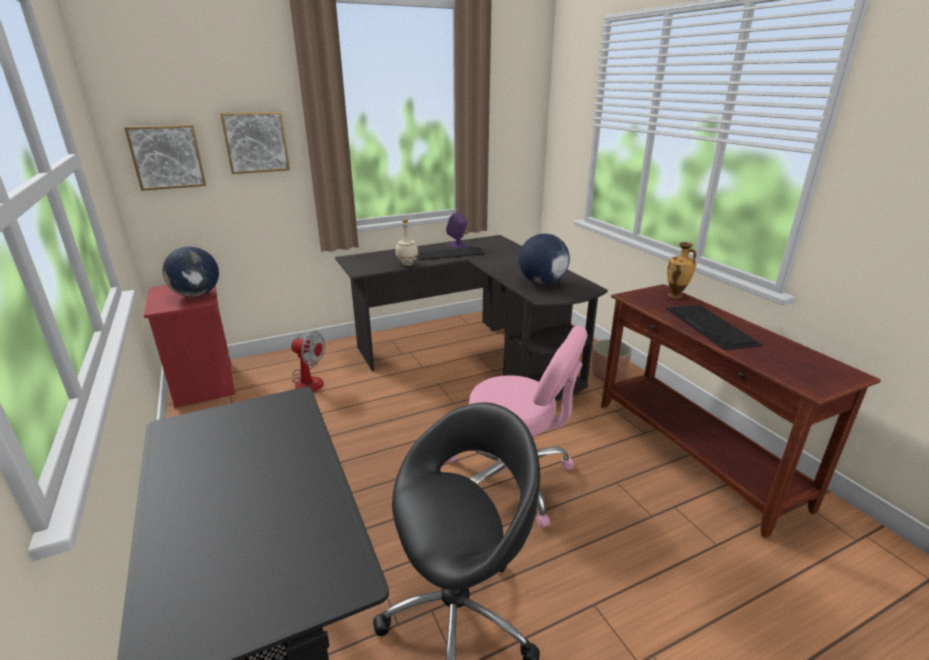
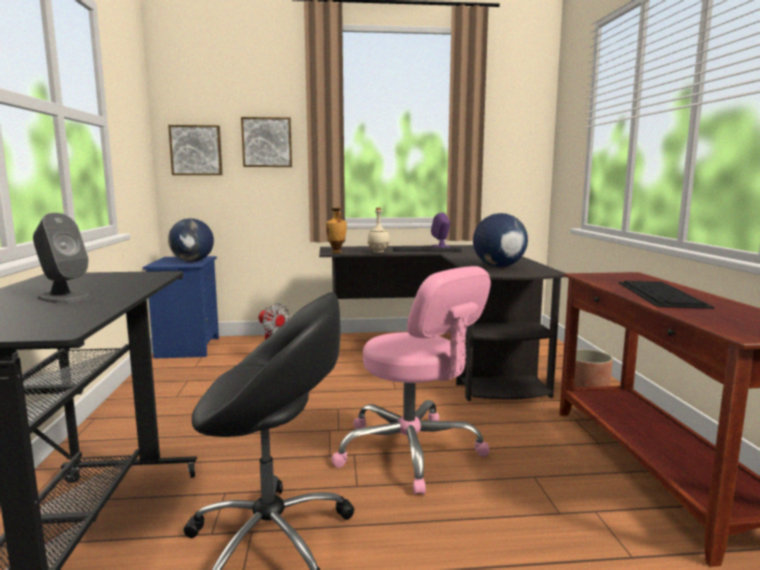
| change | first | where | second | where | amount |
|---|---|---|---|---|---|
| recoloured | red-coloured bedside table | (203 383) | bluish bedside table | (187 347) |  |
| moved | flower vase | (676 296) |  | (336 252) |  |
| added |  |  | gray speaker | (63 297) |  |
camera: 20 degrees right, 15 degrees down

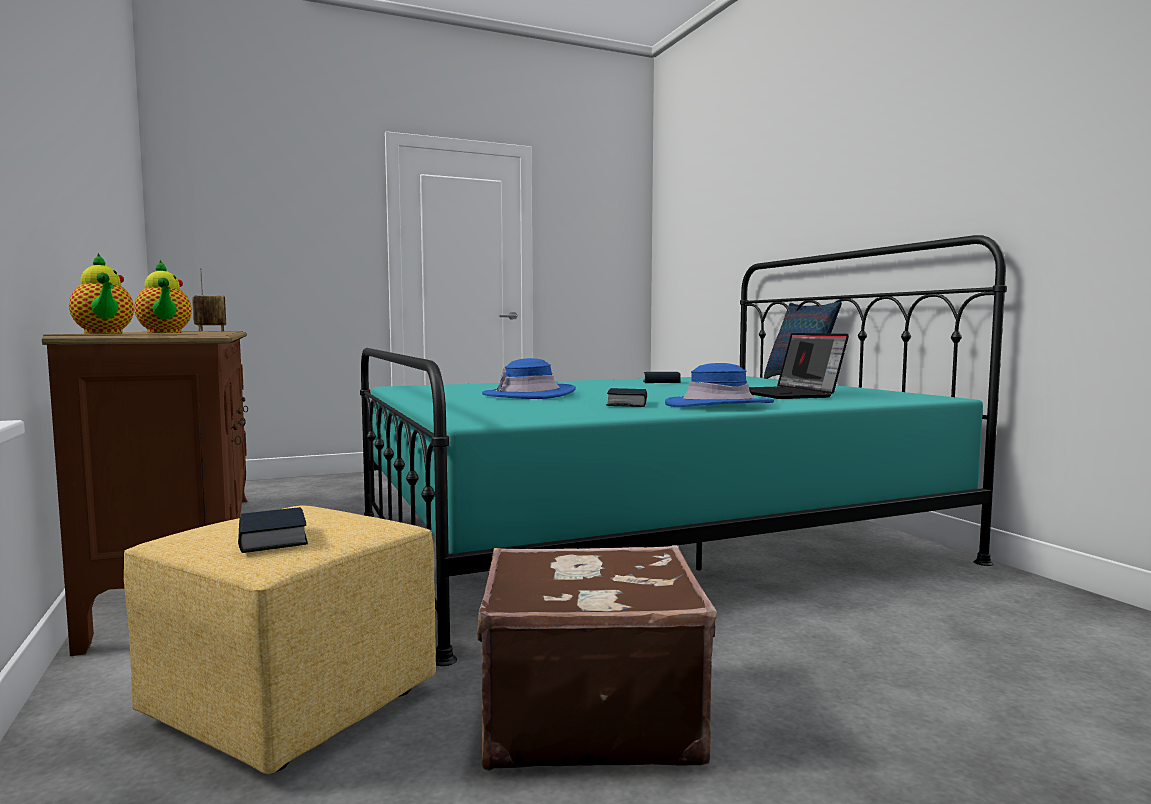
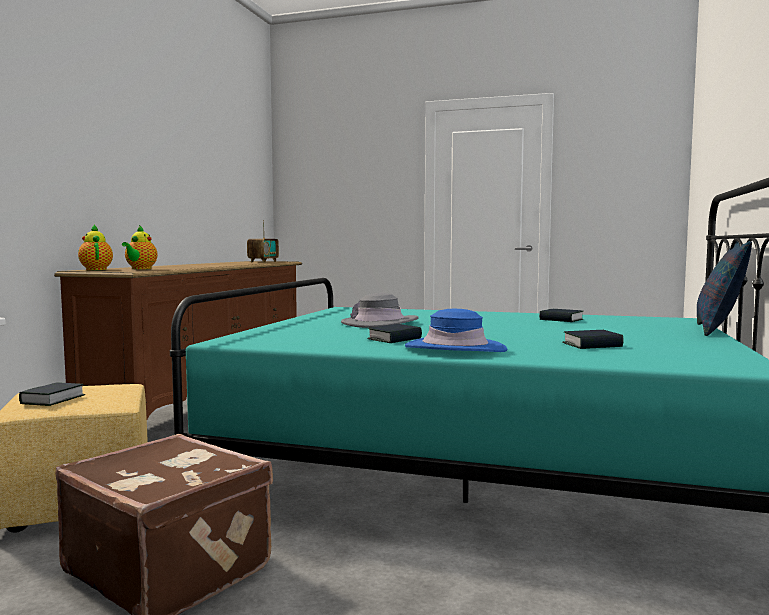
| change | first | where | second | where | amount |
|---|---|---|---|---|---|
| turned | pot for tea | (104 333) |  | (96 269) | 150 degrees clockwise |
| recoloured | bluish wearable hat | (529 395) | gray wearable hat | (379 323) |  |
| replaced | notebook computer | (787 394) | bound book | (592 345) |  |
camera: 40 degrees right, 0 degrees up

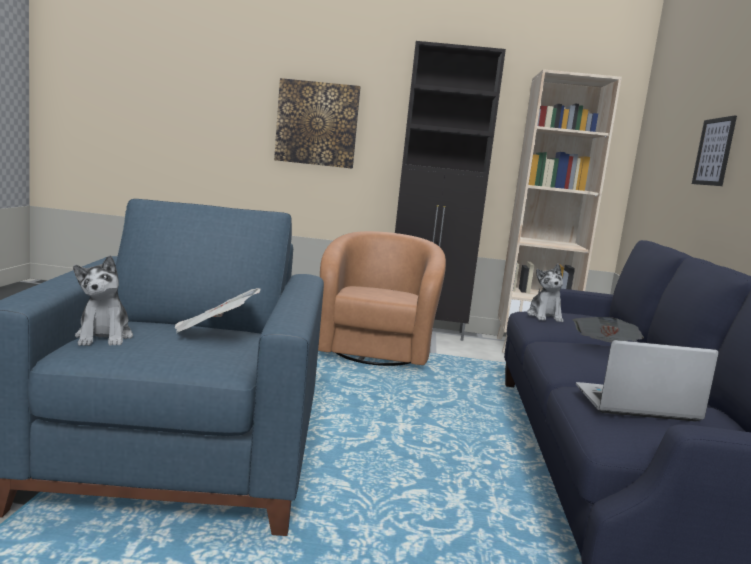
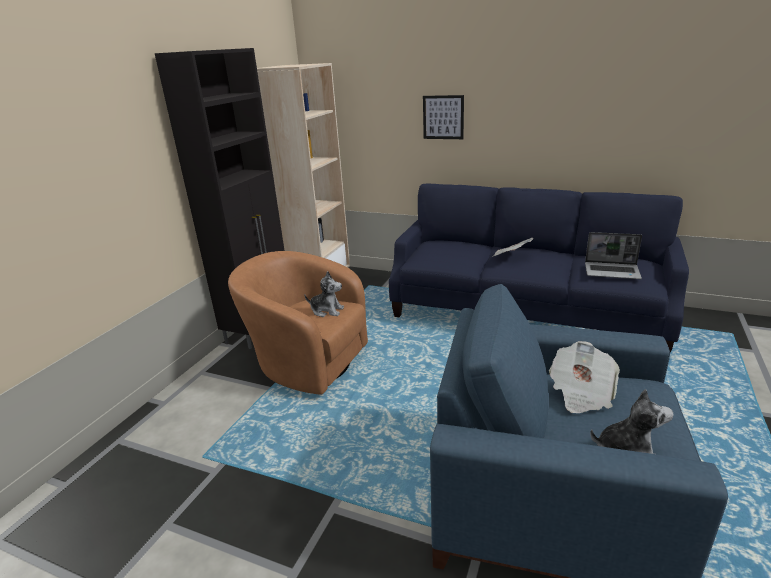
| change | first | where | second | where | amount |
|---|---|---|---|---|---|
| removed | picture | (317 124) |  |  |  |
| moved | soft toy | (545 316) |  | (327 310) |  |
| turned | notebook computer | (635 405) |  | (612 271) | 90 degrees counterclockwise |
camera: 70 degrees left, 15 degrees up

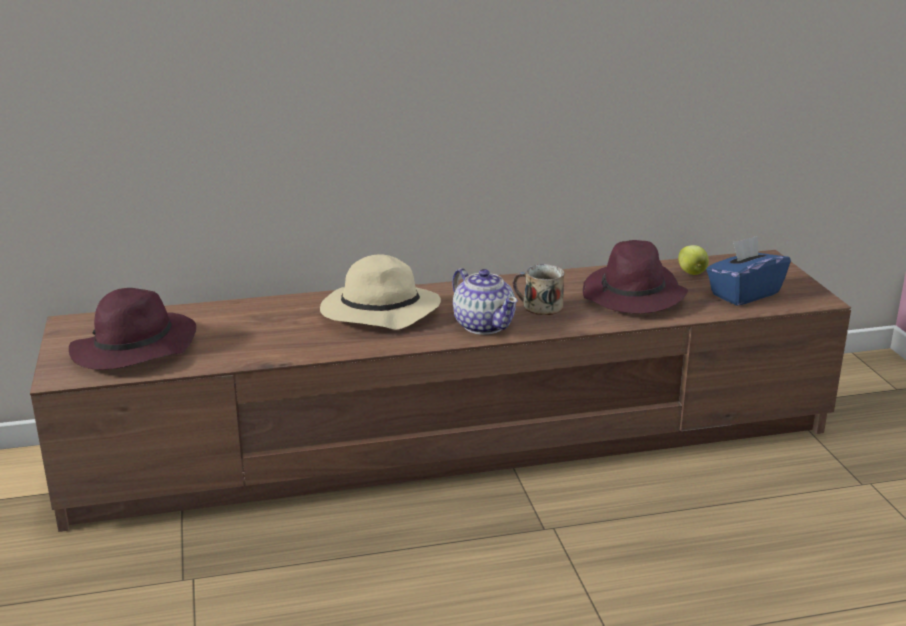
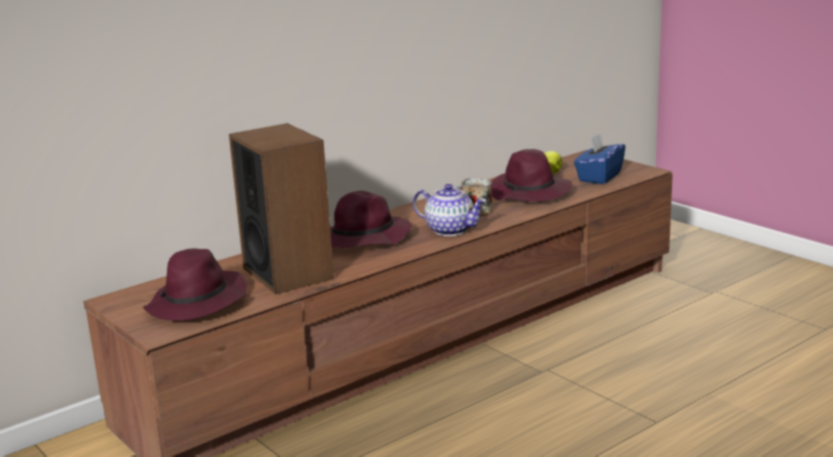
| change | first | where | second | where | amount |
|---|---|---|---|---|---|
| recoloured | sand-coloured wearable hat | (378 313) | purple-coloured wearable hat | (362 239) |  |
| added |  |  | speaker | (288 273) |  |
camera: 25 degrees left, 5 degrees down

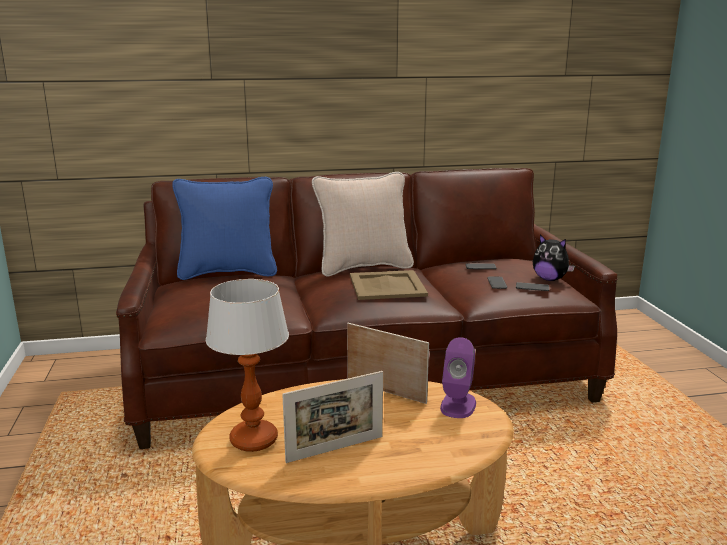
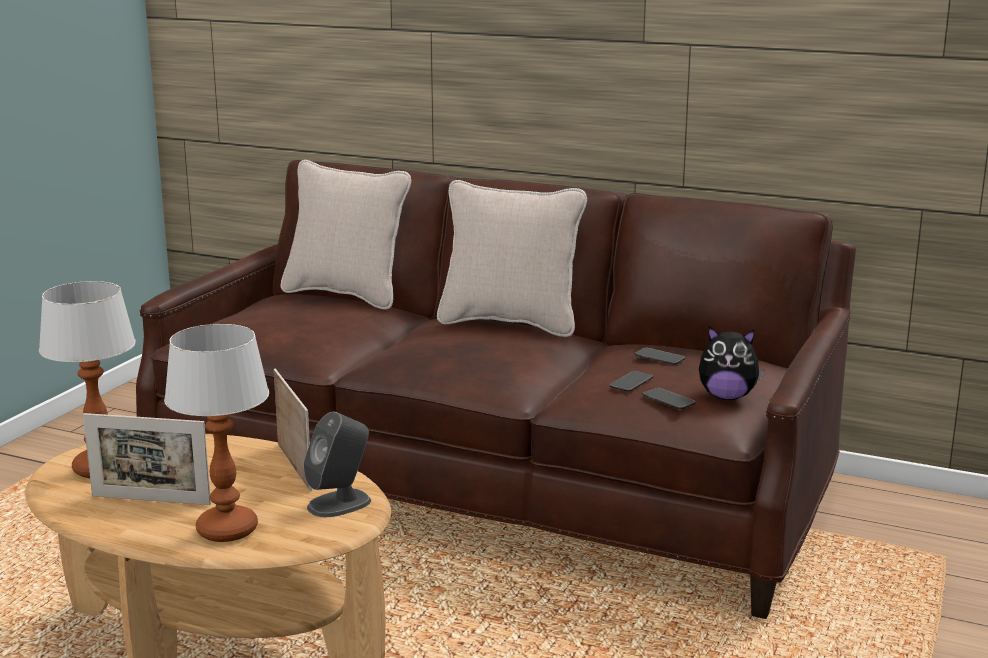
| change | first | where | second | where | amount |
|---|---|---|---|---|---|
| recoloured | bluish cushion | (228 272) | sand-coloured cushion | (346 295) |  |
| removed | sand-coloured serving tray | (388 286) |  |  |  |
| recoloured | purple-coloured speaker | (458 405) | gray speaker | (340 503) |  |
| turned | soft toy | (550 279) |  | (727 397) | 60 degrees counterclockwise |
| added |  |  | lamp for a table | (228 530) |  |
camera: 35 degrees right, 0 degrees up

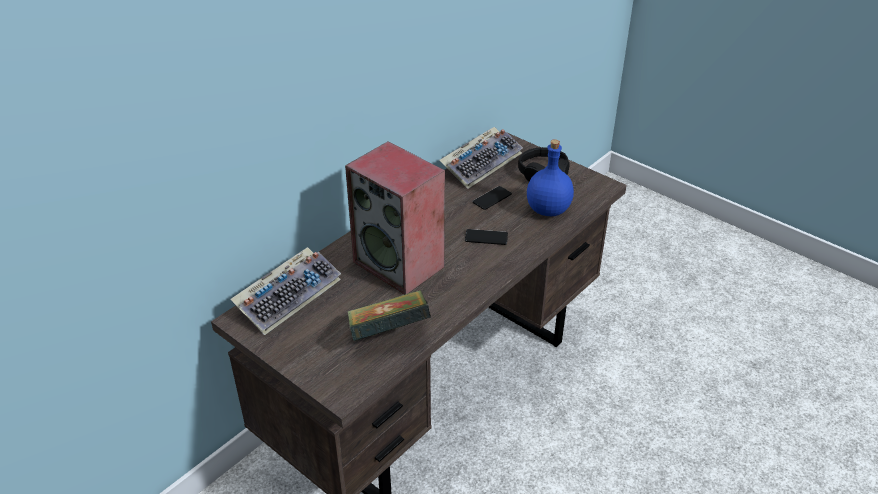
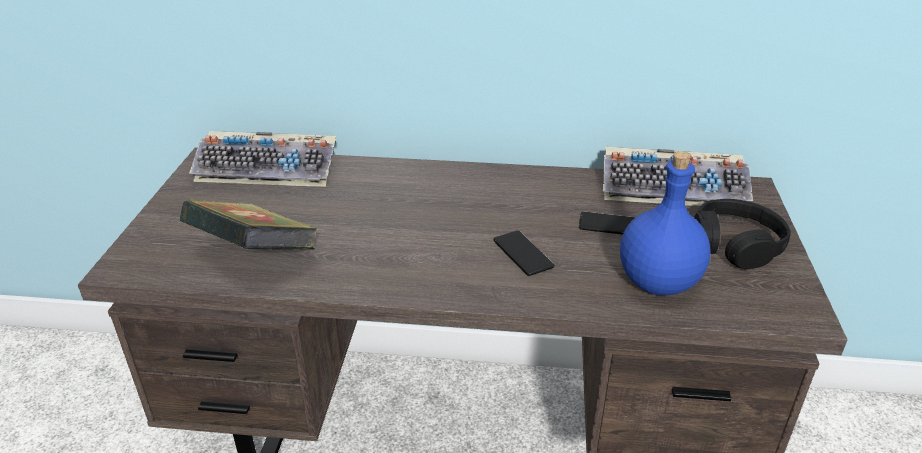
| change | first | where | second | where | amount |
|---|---|---|---|---|---|
| removed | speaker | (400 264) |  |  |  |
camera: 55 degrees right, 5 degrees down

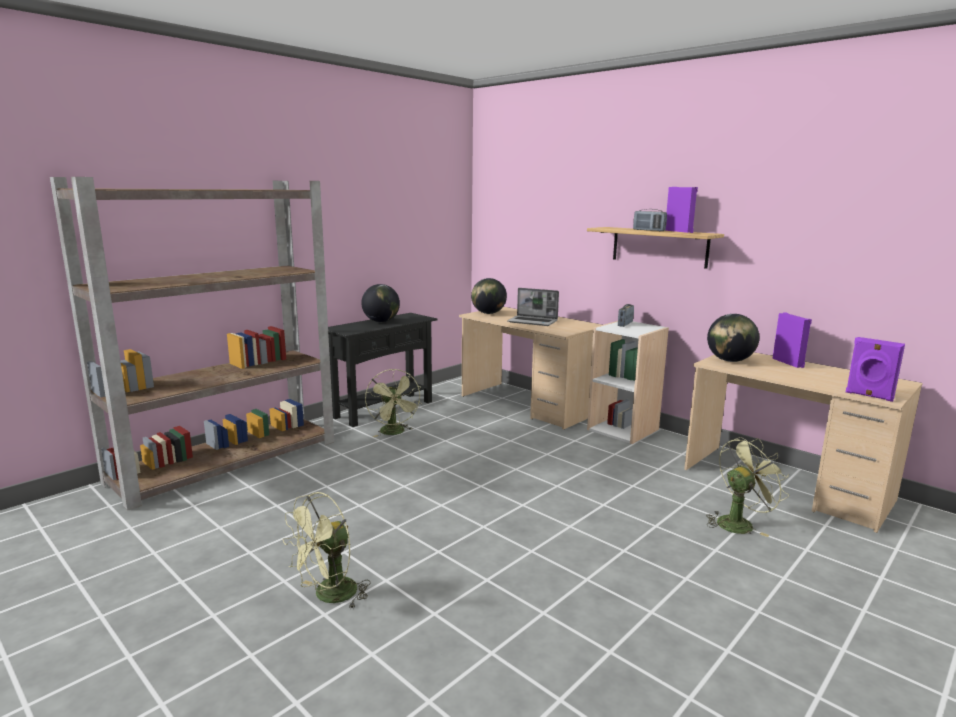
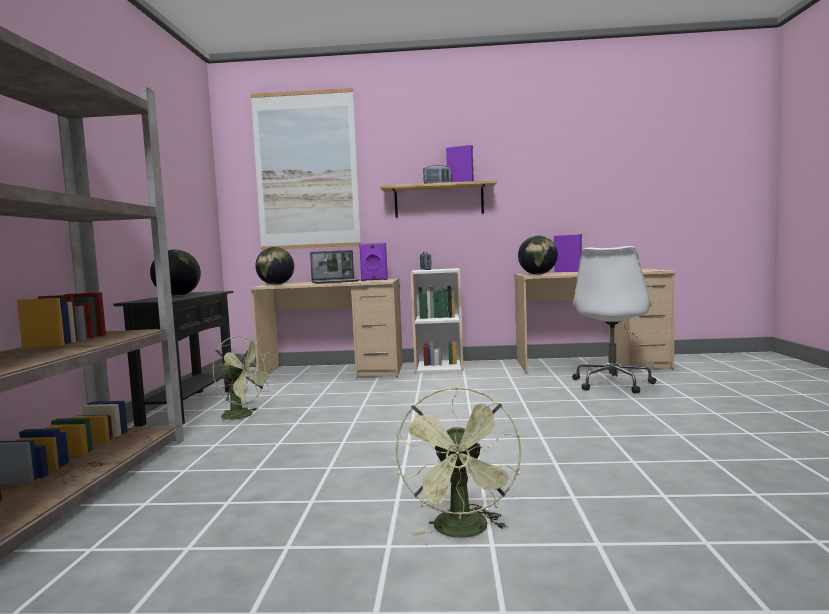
| change | first | where | second | where | amount |
|---|---|---|---|---|---|
| replaced | green-coloured fan | (739 523) | white computer chair | (612 384) |  |
| moved | purple-coloured speaker | (869 396) |  | (374 280) |  |
| added |  |  | picture | (306 170) |  |
camera: 40 degrees left, 10 degrees down

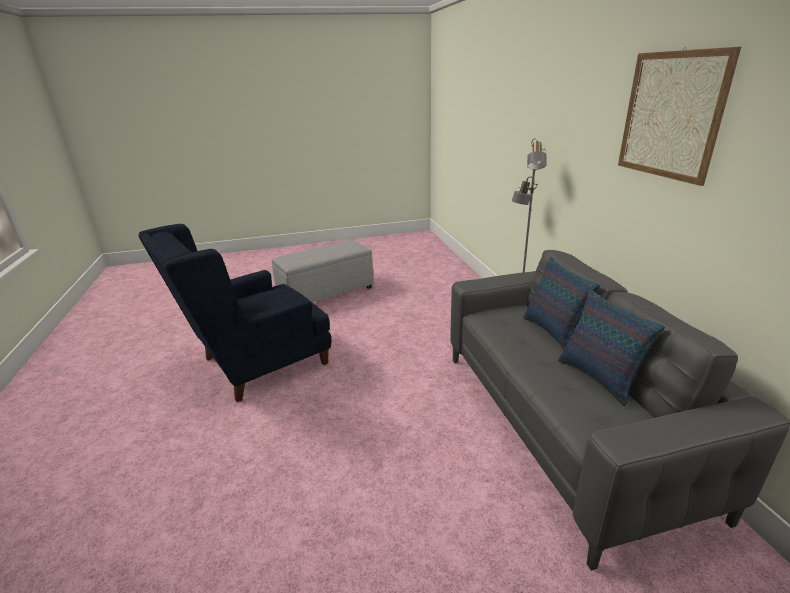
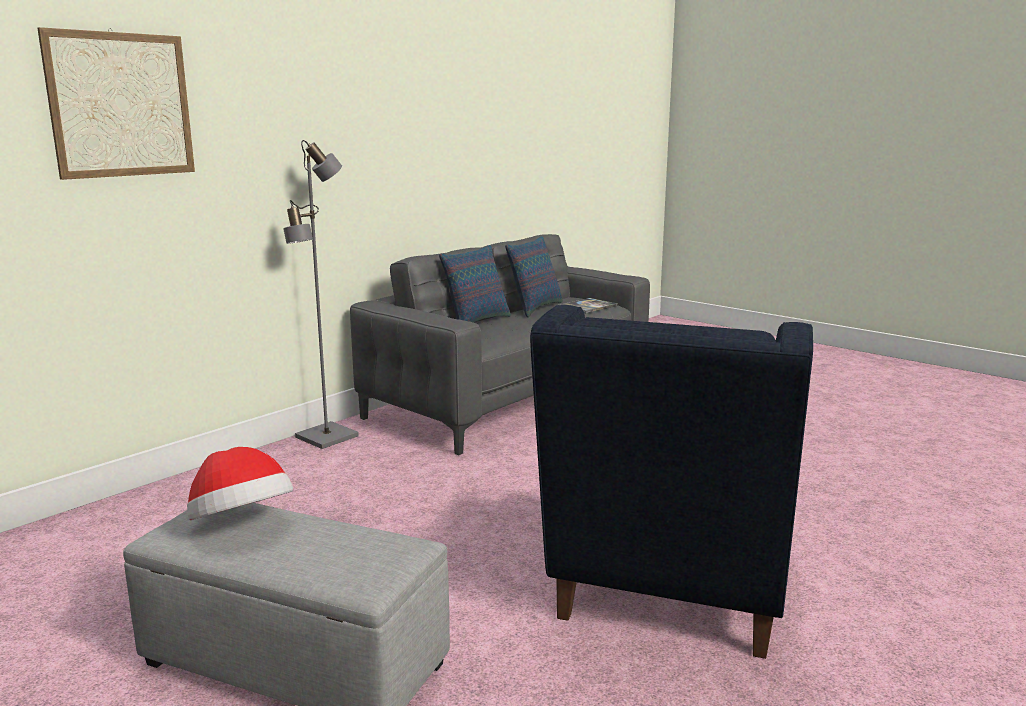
| change | first | where | second | where | amount |
|---|---|---|---|---|---|
| turned | bluish lounge chair | (255 365) |  | (669 595) | 90 degrees clockwise |
| moved | picture | (671 114) |  | (120 103) |  |
| added |  |  | wearable hat | (242 524) |  |
| added |  |  | bound book | (588 307) |  |
camera: 125 degrees left, 10 degrees down

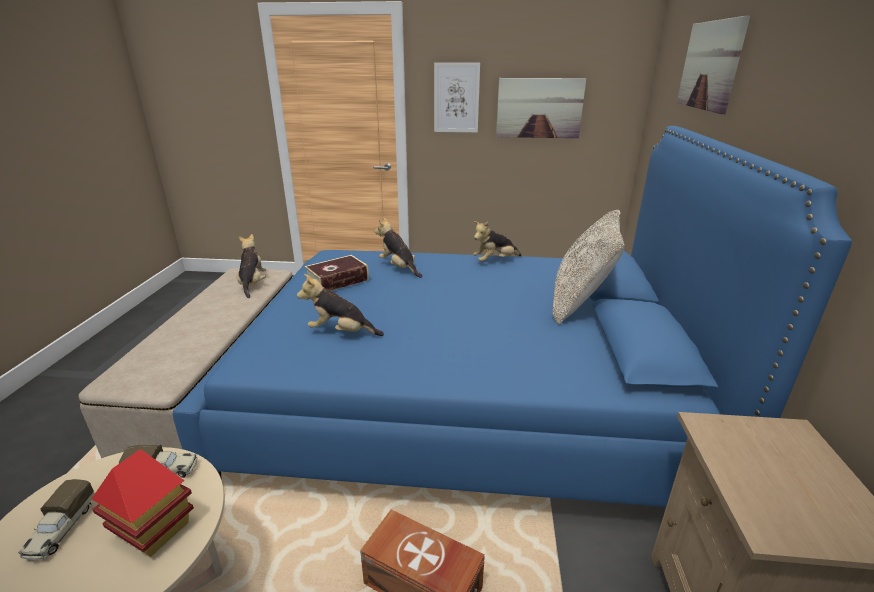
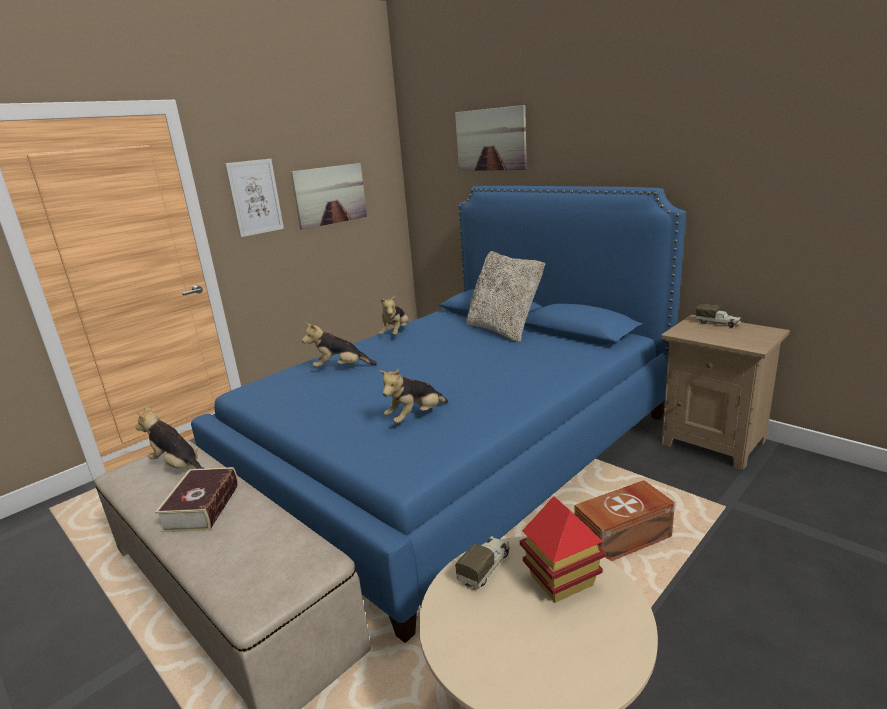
| change | first | where | second | where | amount |
|---|---|---|---|---|---|
| moved | model truck | (61 530) |  | (718 323) |  |
| moved | bound book | (337 280) |  | (202 507) |  |
camera: 50 degrees left, 5 degrees down

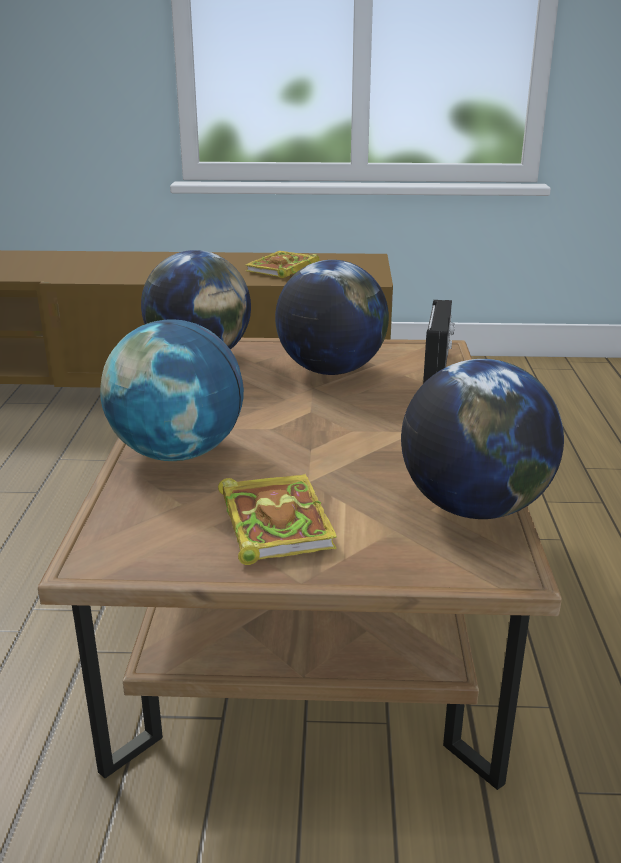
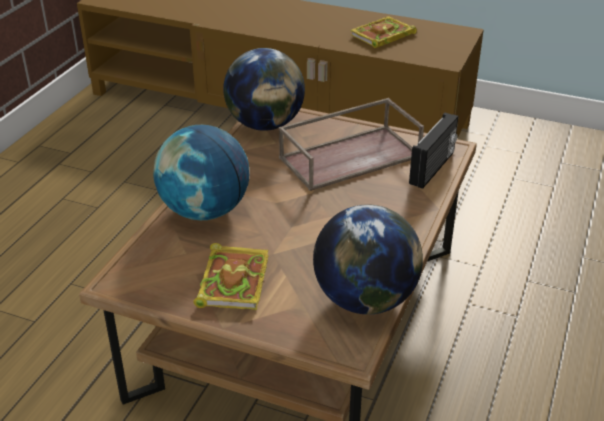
| change | first | where | second | where | amount |
|---|---|---|---|---|---|
| replaced | world globe | (331 370) | brown serving tray | (350 156) |  |
camera: 20 degrees right, 10 degrees up

